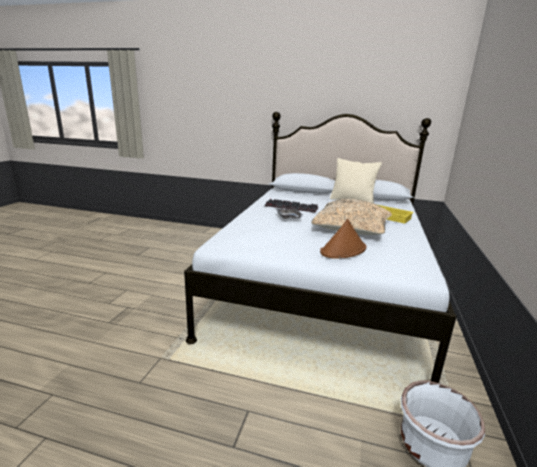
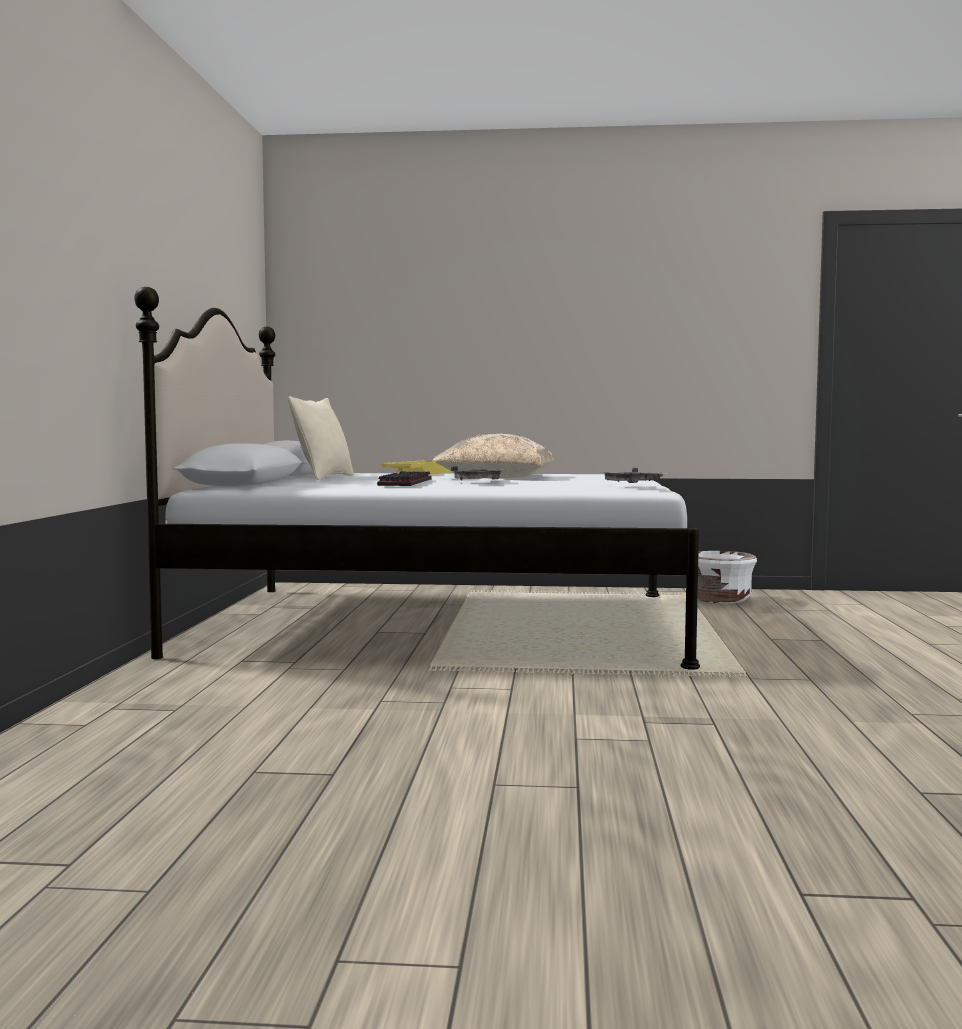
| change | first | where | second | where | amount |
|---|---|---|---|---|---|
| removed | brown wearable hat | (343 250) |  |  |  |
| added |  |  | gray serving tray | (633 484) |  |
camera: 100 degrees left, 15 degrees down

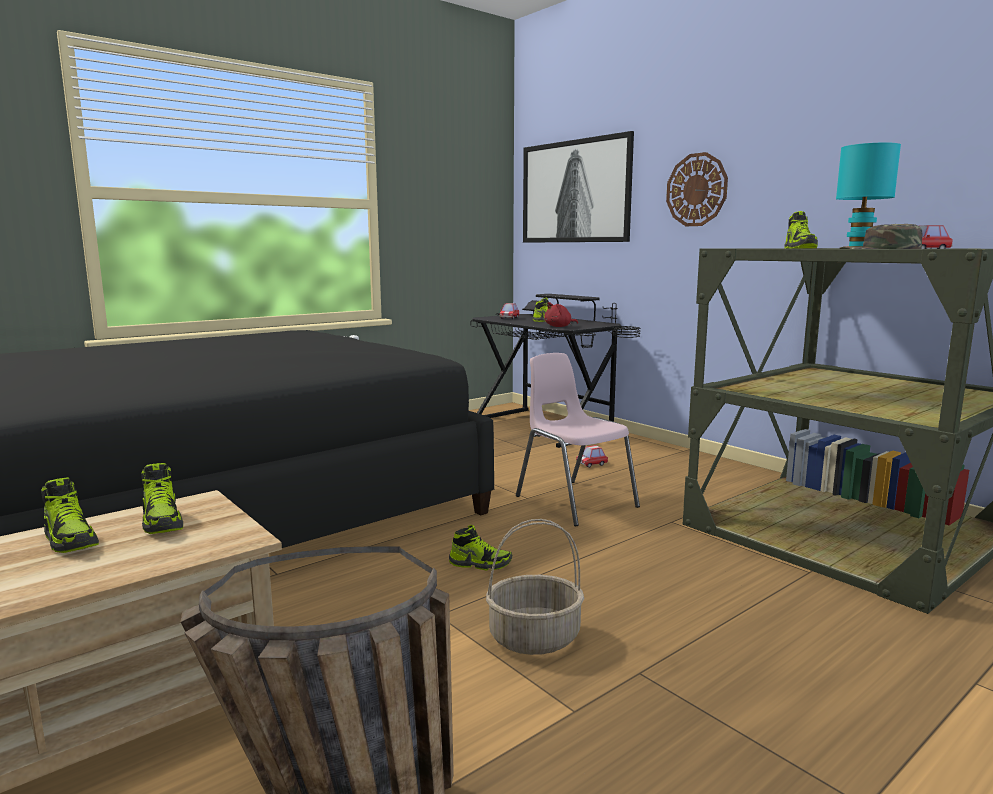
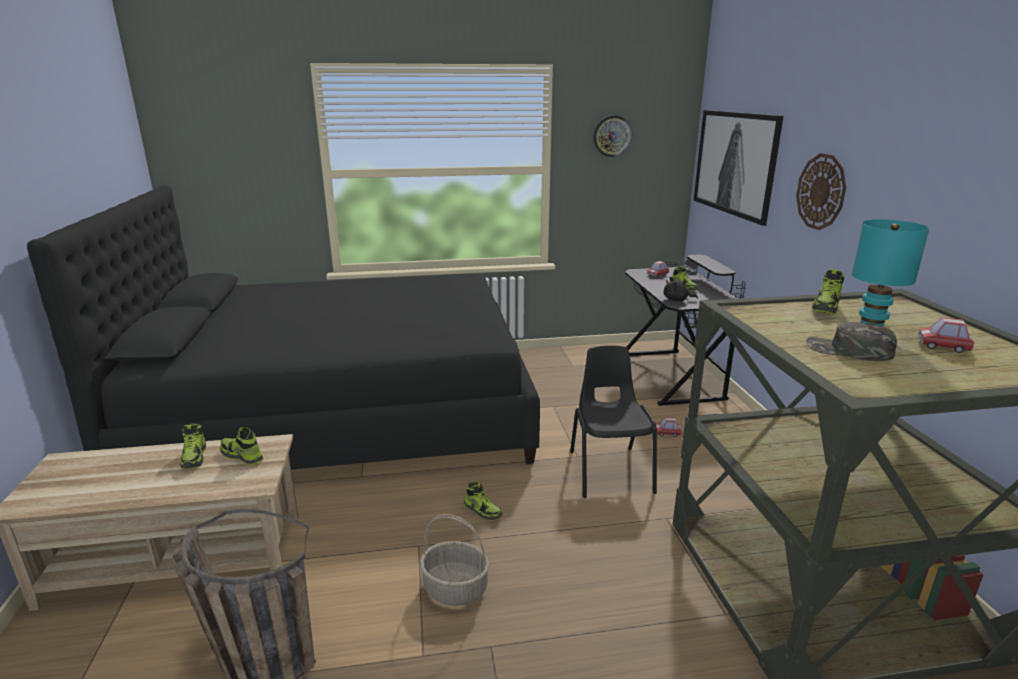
| change | first | where | second | where | amount |
|---|---|---|---|---|---|
| turned | shoe | (163 522) |  | (242 456) | 120 degrees clockwise |
| recoloured | pinkish plain chair | (574 501) | blackish plain chair | (610 471) |  |
| recoloured | red-coloured soft toy | (559 326) | blackish soft toy | (677 300) |  |
| added |  |  | wall clock | (612 136) |  |
camera: 30 degrees right, 10 degrees up

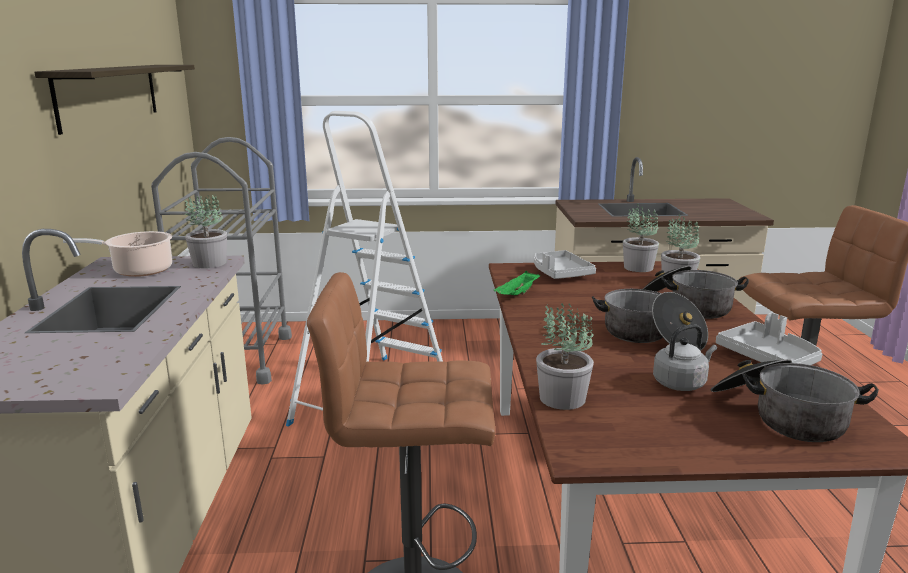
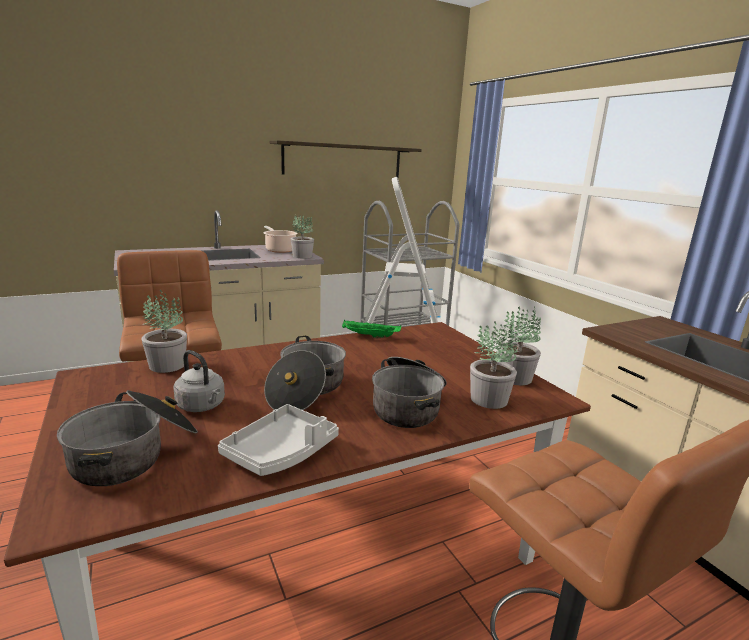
| change | first | where | second | where | amount |
|---|---|---|---|---|---|
| removed | gray serving tray | (560 273) |  |  |  |
camera: 65 degrees right, 0 degrees up

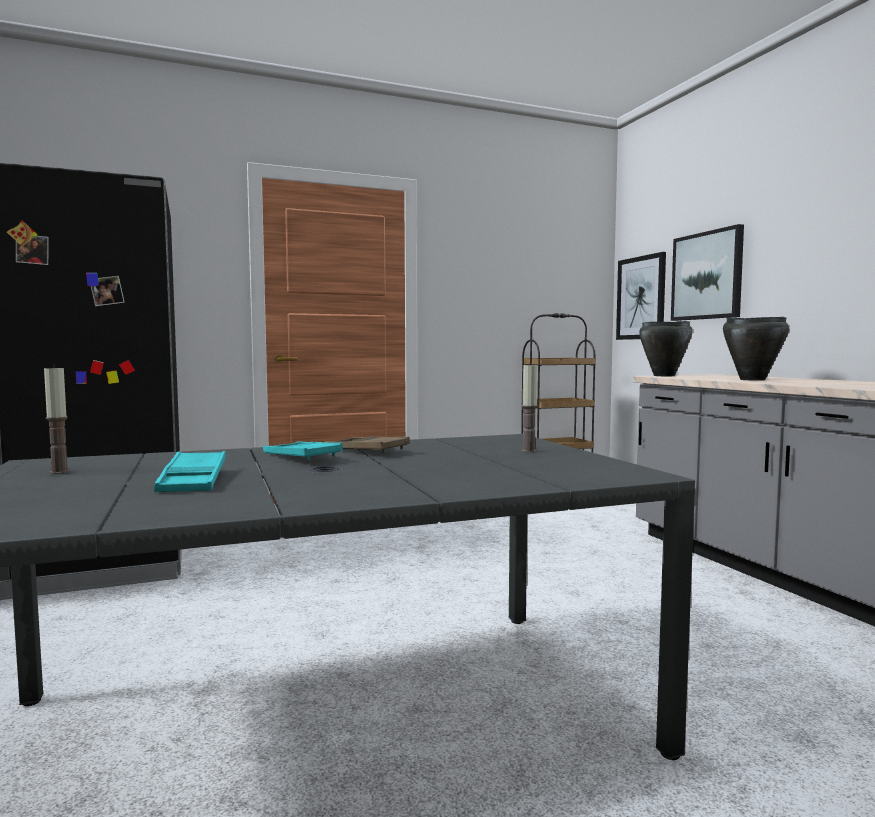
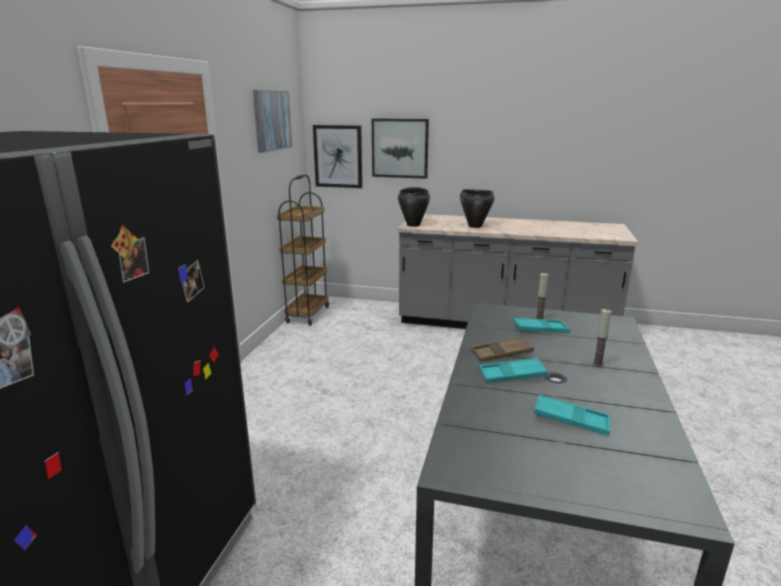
| change | first | where | second | where | amount |
|---|---|---|---|---|---|
| moved | candle | (59 472) |  | (598 364) |  |
| added |  |  | picture | (272 120) |  |
| added |  |  | blue-green serving tray | (540 329) |  |
camera: 55 degrees left, 15 degrees up

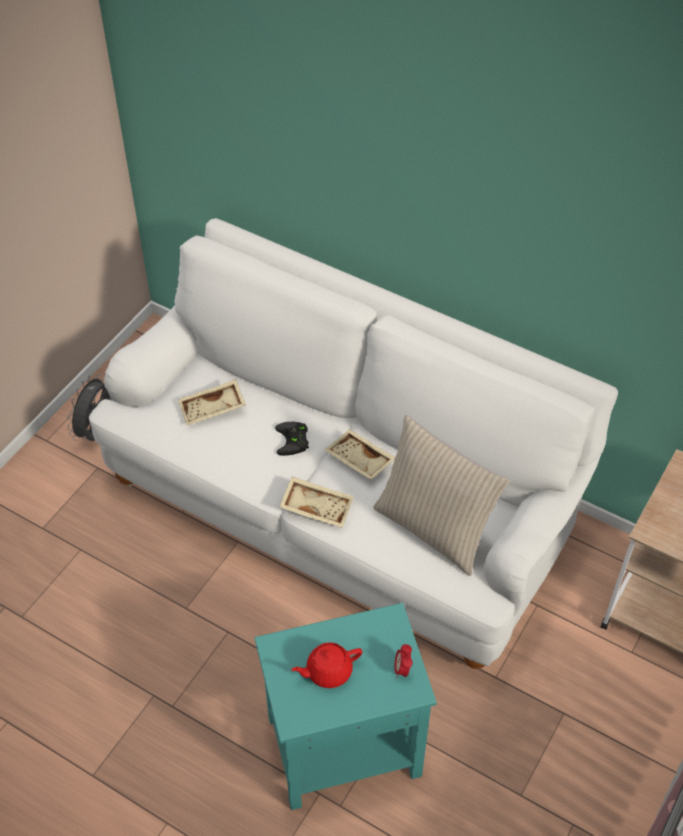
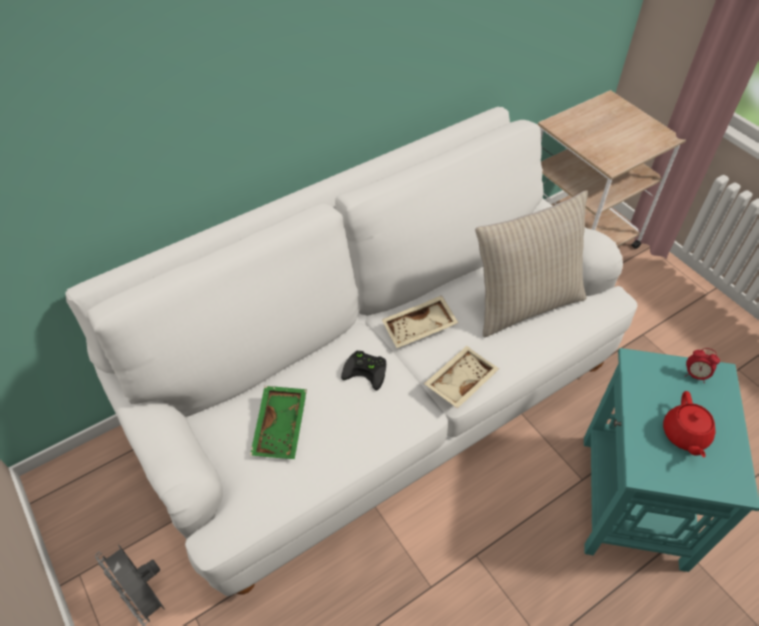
| change | first | where | second | where | amount |
|---|---|---|---|---|---|
| recoloured | sand-coloured serving tray | (212 409) | green-coloured serving tray | (282 427) |  |
camera: 65 degrees left, 0 degrees up

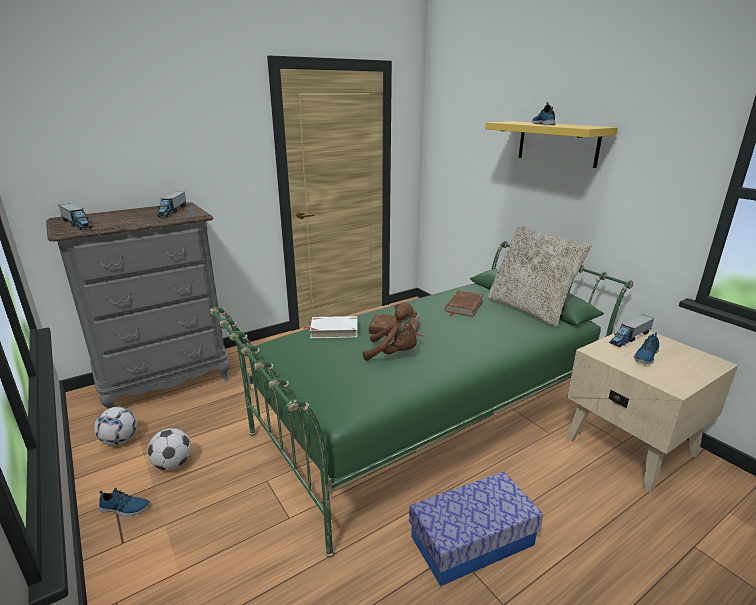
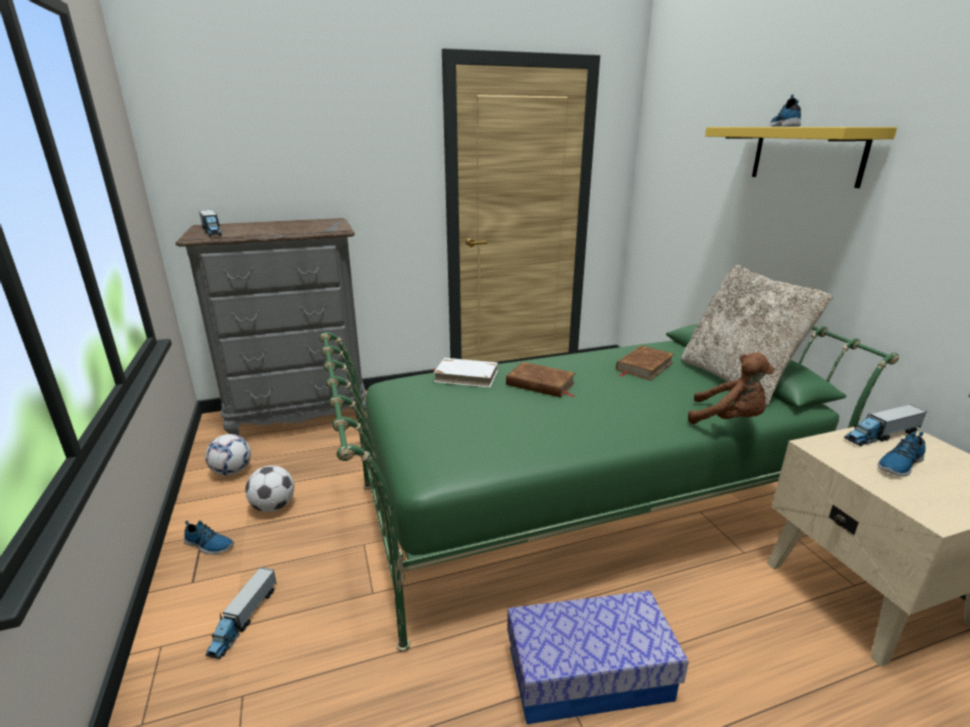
| change | first | where | second | where | amount |
|---|---|---|---|---|---|
| moved | model truck | (172 211) |  | (244 619) |  |
| moved | brown soft toy | (394 354) |  | (728 420) |  |
camera: 15 degrees right, 0 degrees up

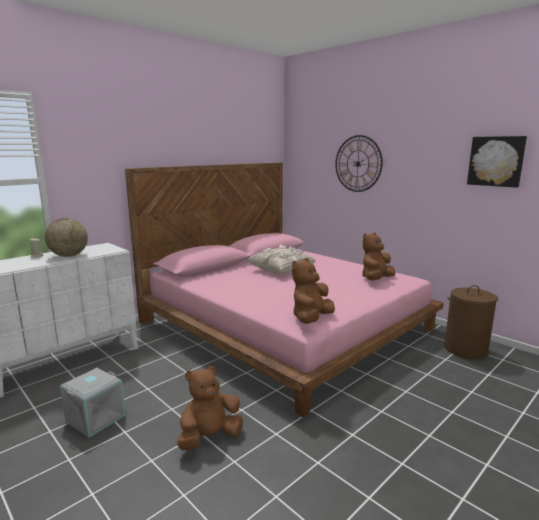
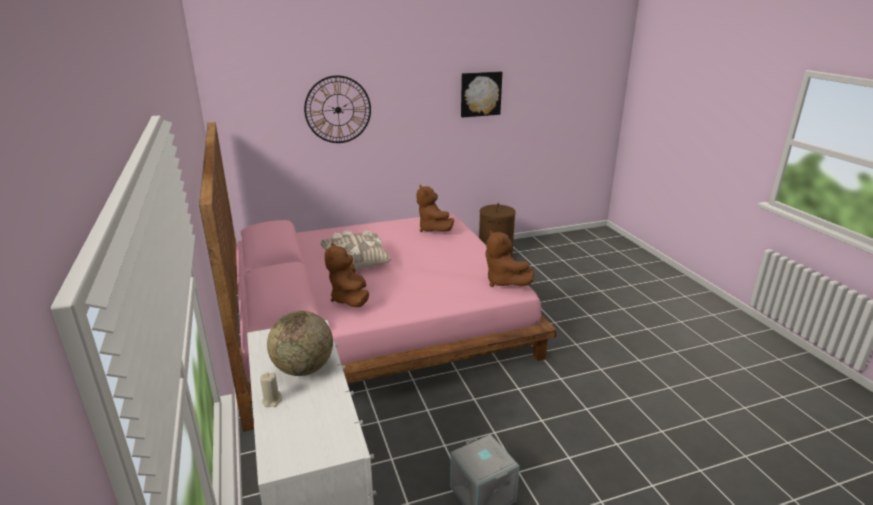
| change | first | where | second | where | amount |
|---|---|---|---|---|---|
| moved | brown soft toy | (210 437) |  | (350 299) |  |
camera: 65 degrees left, 10 degrees up

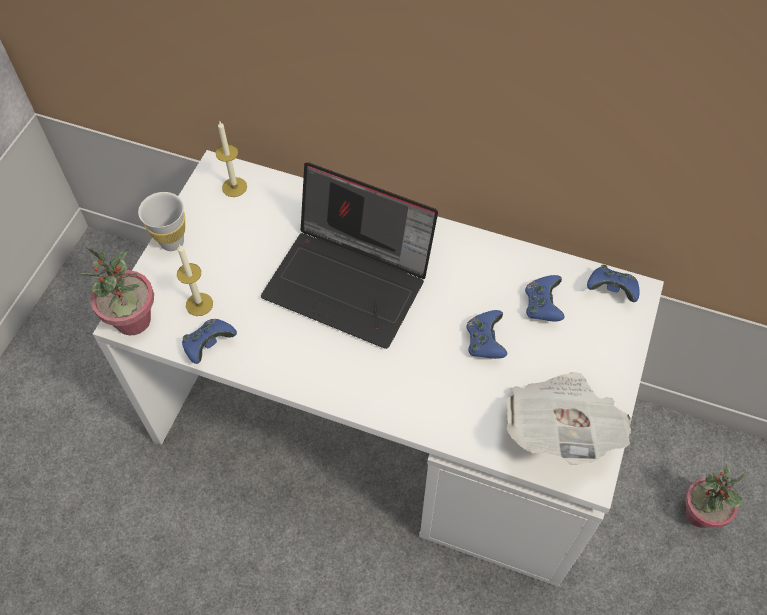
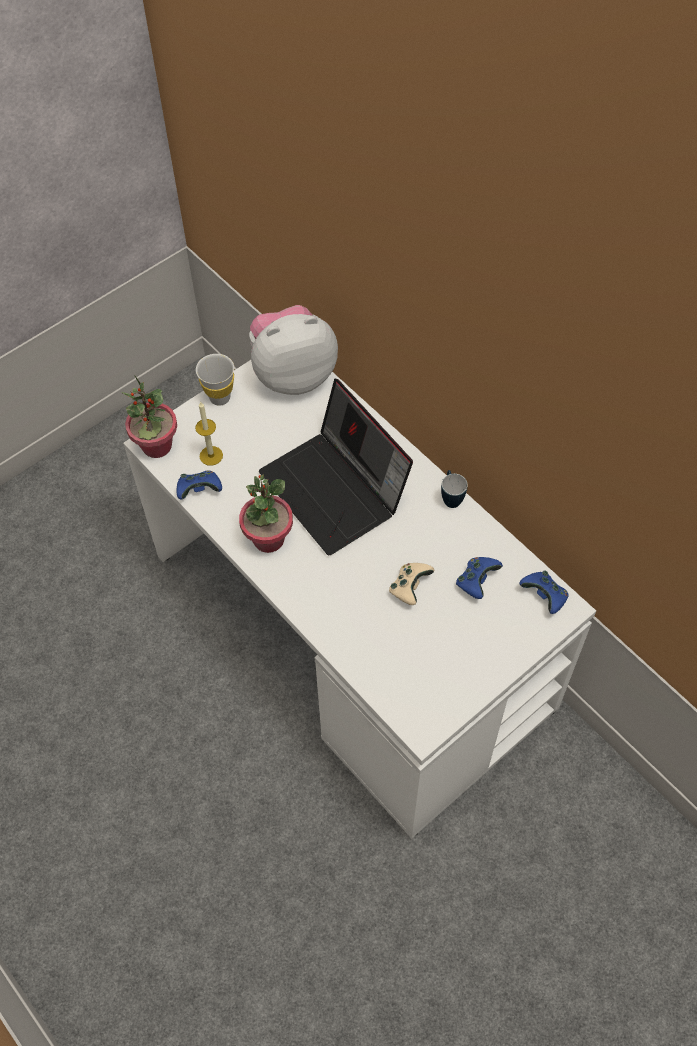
| change | first | where | second | where | amount |
|---|---|---|---|---|---|
| replaced | candle | (234 187) | soft toy | (293 374) |  |
| recoloured | bluish game controller | (484 342) | sand-coloured game controller | (409 588) |  |
| removed | daily paper | (561 428) |  |  |  |
| moved | houseplant | (699 513) |  | (268 539) |  |
| added |  |  | coffee mug | (451 498) |  |
camera: 30 degrees right, 0 degrees up

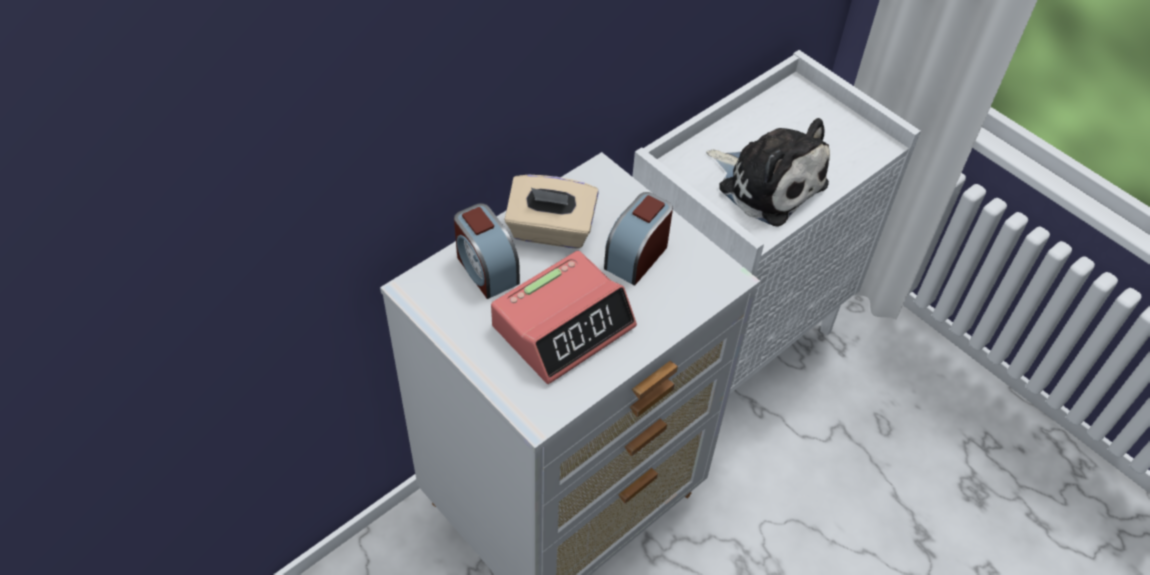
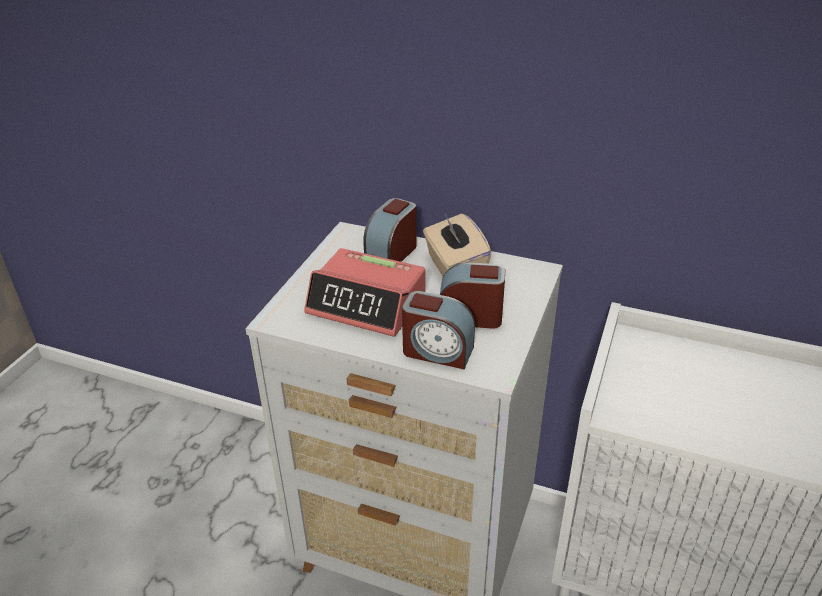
| change | first | where | second | where | amount |
|---|---|---|---|---|---|
| removed | soft toy | (767 183) |  |  |  |
| added |  |  | bedside clock | (437 351) |  |
camera: 65 degrees right, 15 degrees down

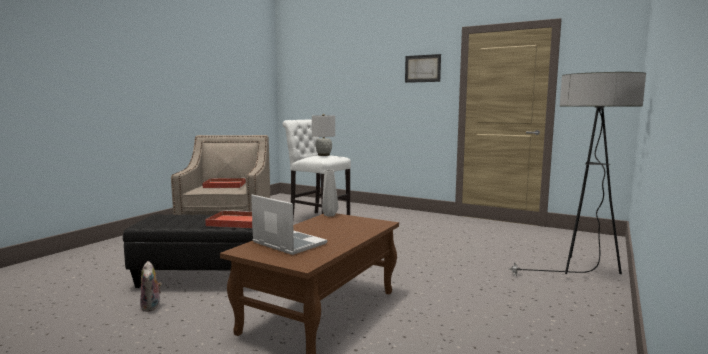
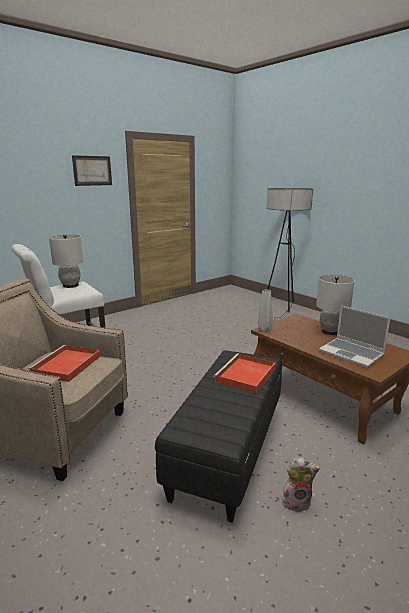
| change | first | where | second | where | amount |
|---|---|---|---|---|---|
| turned | notebook computer | (288 243) |  | (352 353) | 105 degrees counterclockwise |
| added |  |  | white lamp for a table | (330 331) |  |
camera: 70 degrees left, 10 degrees up

